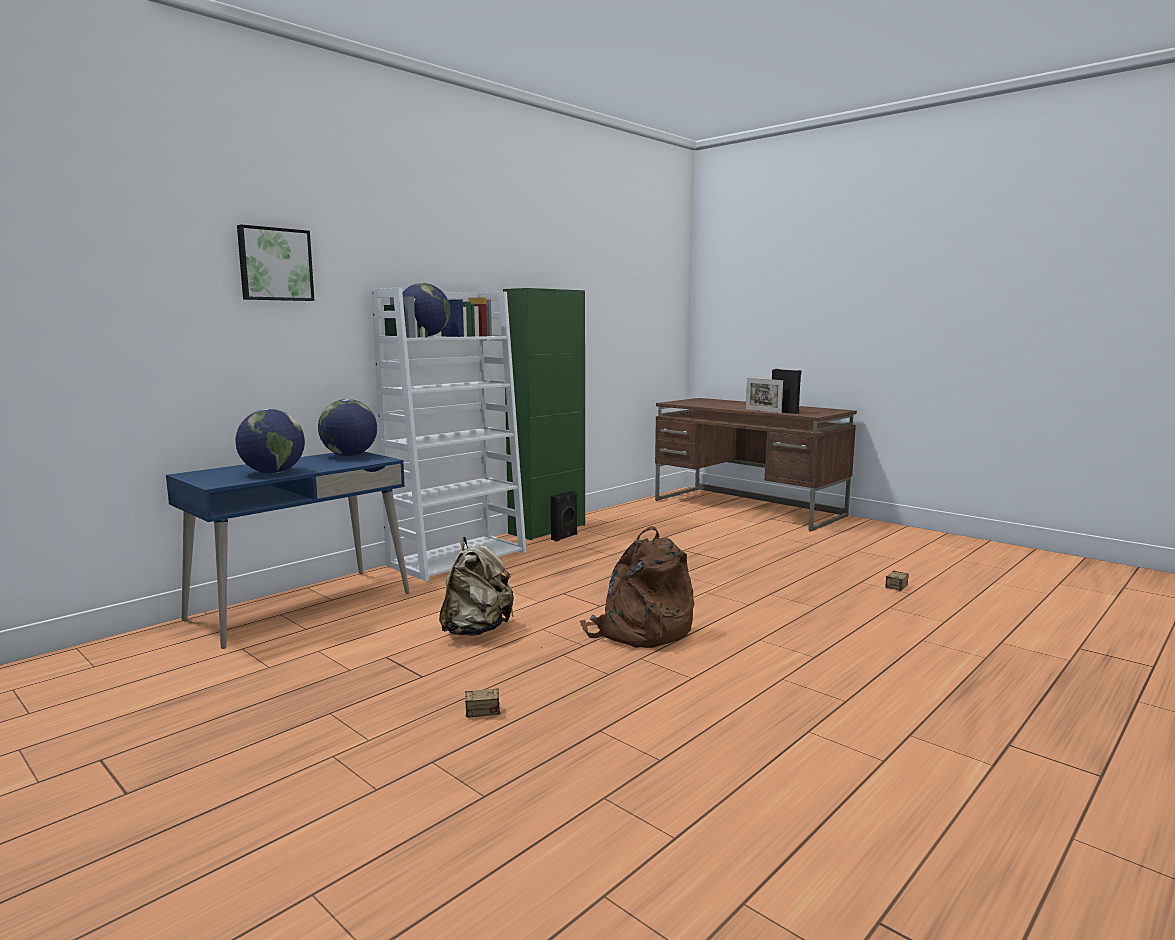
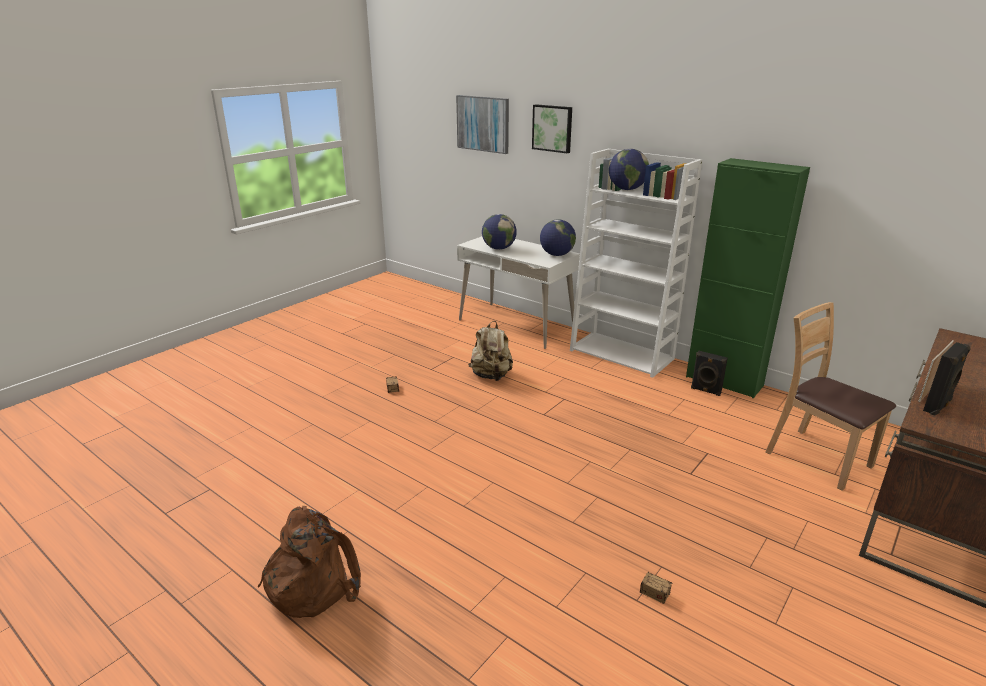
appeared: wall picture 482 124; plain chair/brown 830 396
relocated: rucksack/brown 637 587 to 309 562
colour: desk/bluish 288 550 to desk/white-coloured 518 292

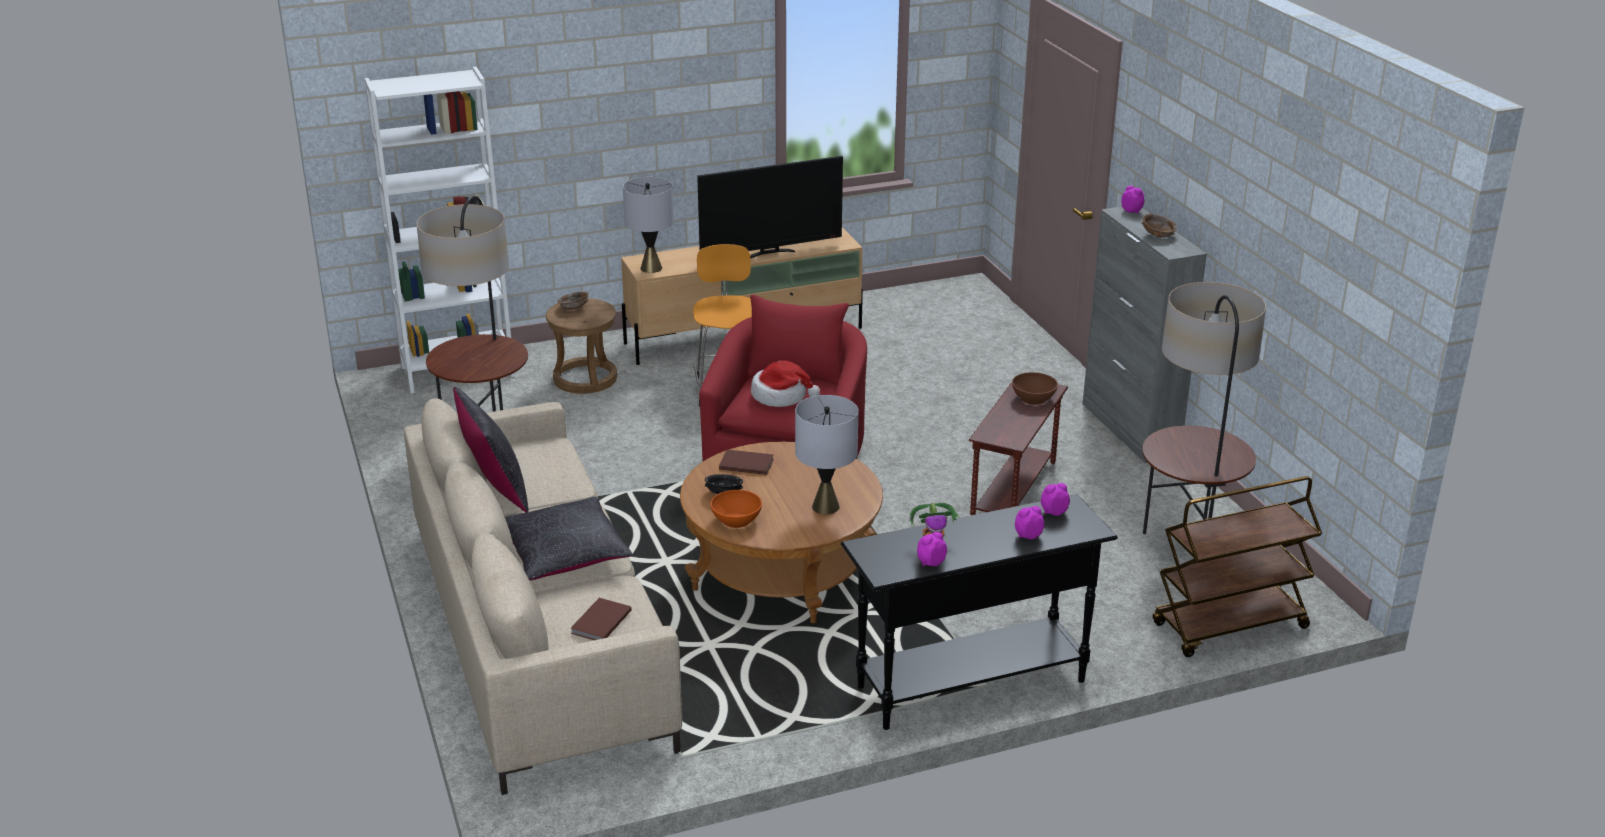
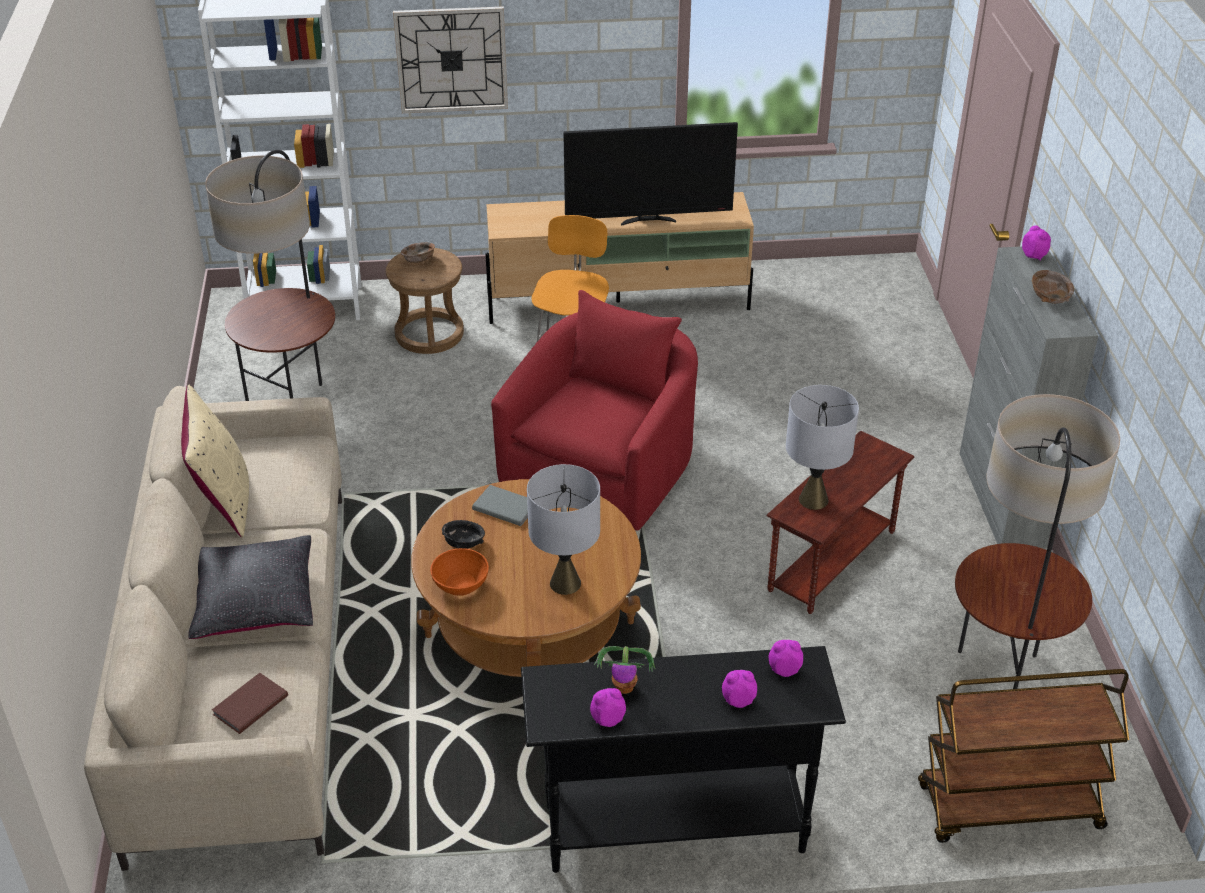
missing: wearable hat 785 383; deep dish/brown 1035 388
appeared: hanging clock 450 59
relocated: lamp for a table/grey 648 225 to 822 447
colour: pillow/black 491 450 to pillow/beige 215 461; bound book/brown 746 462 to bound book/grey 500 505

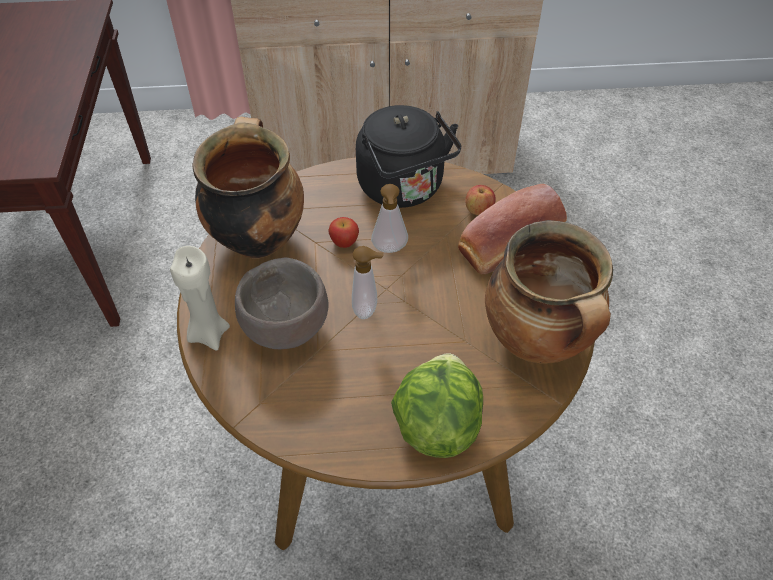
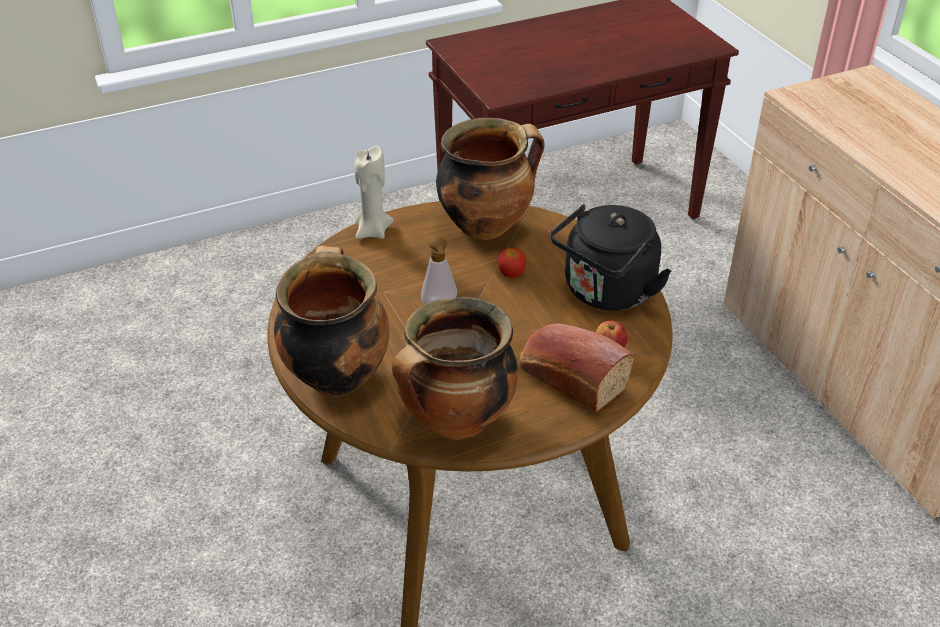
missing: deep dish/brown 281 303; liquid soap bottle 389 218
exchanged: head of lettuce 437 405 to saucepot 331 321

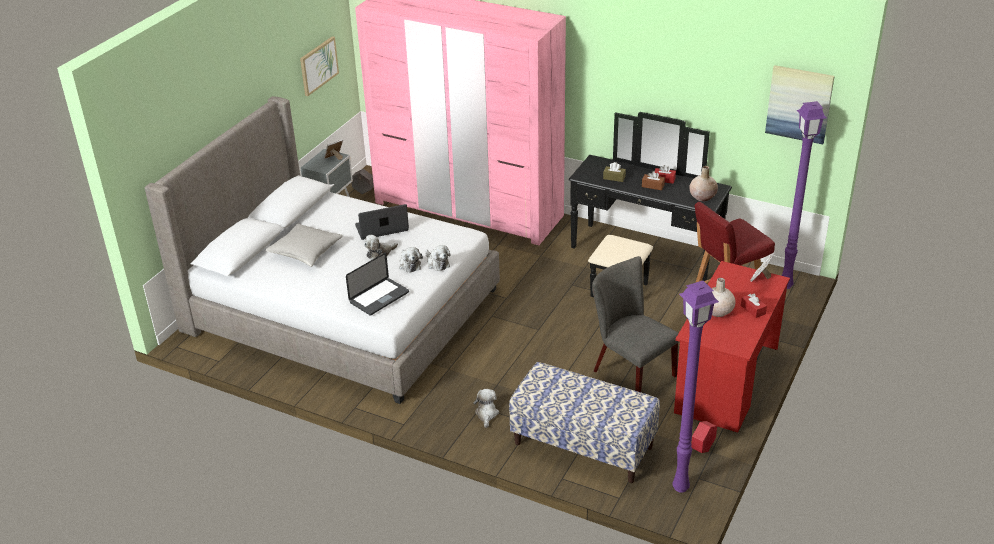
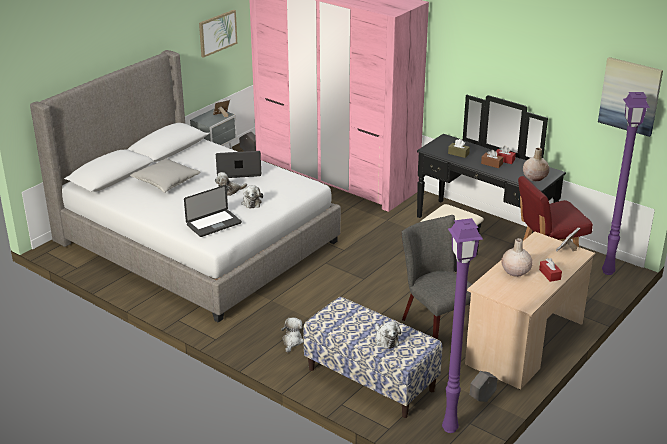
relocated: soft toy 437 258 to 388 335
colour: desk/red-coloured 732 347 to desk/beige 530 310; plant pot/red-coloured 704 437 to plant pot/grey 484 386

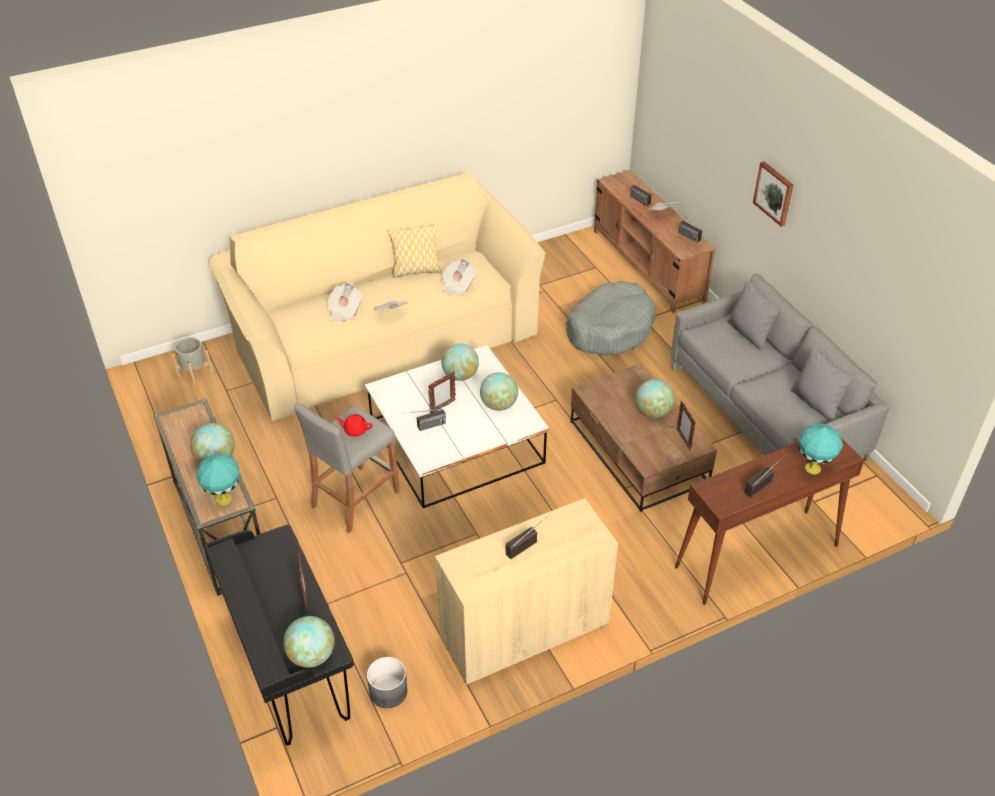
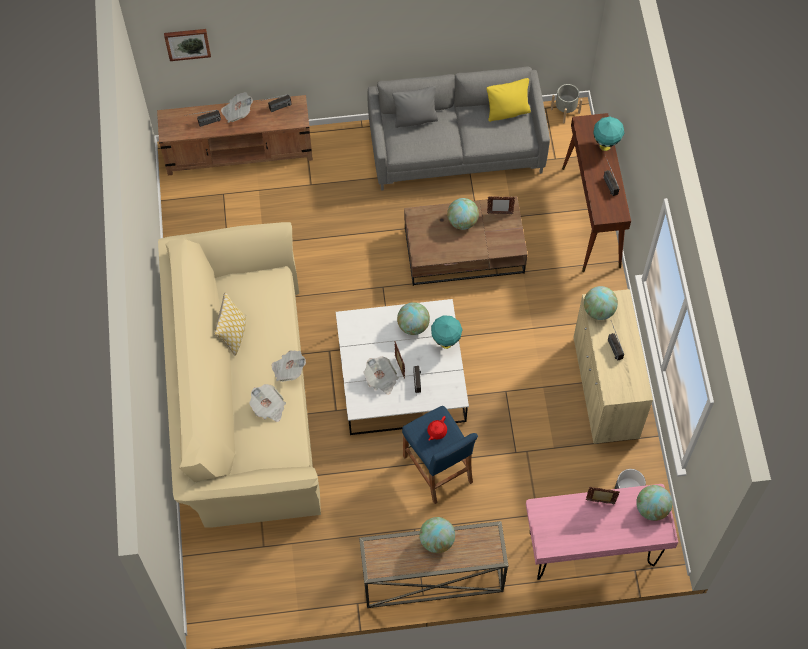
missing: dog cushion/grey 611 318
relocated: plant pot/grey 192 361 to 567 103; lamp for a table/blue-green 218 479 to 446 332; daily paper 459 277 to 381 375; desk globe 460 362 to 601 303; wall picture 773 194 to 187 45
colour: desk/black 279 635 to desk/pink 602 532; stool seat/grey 347 468 to stool seat/bluish 440 455; pillow/grey 823 384 to pillow/yellow 508 100

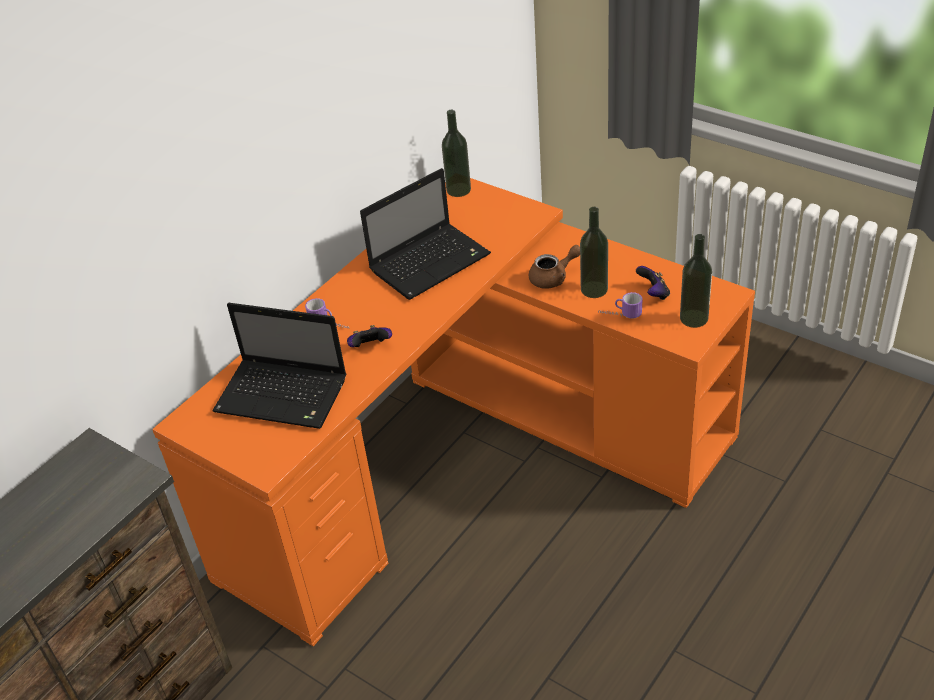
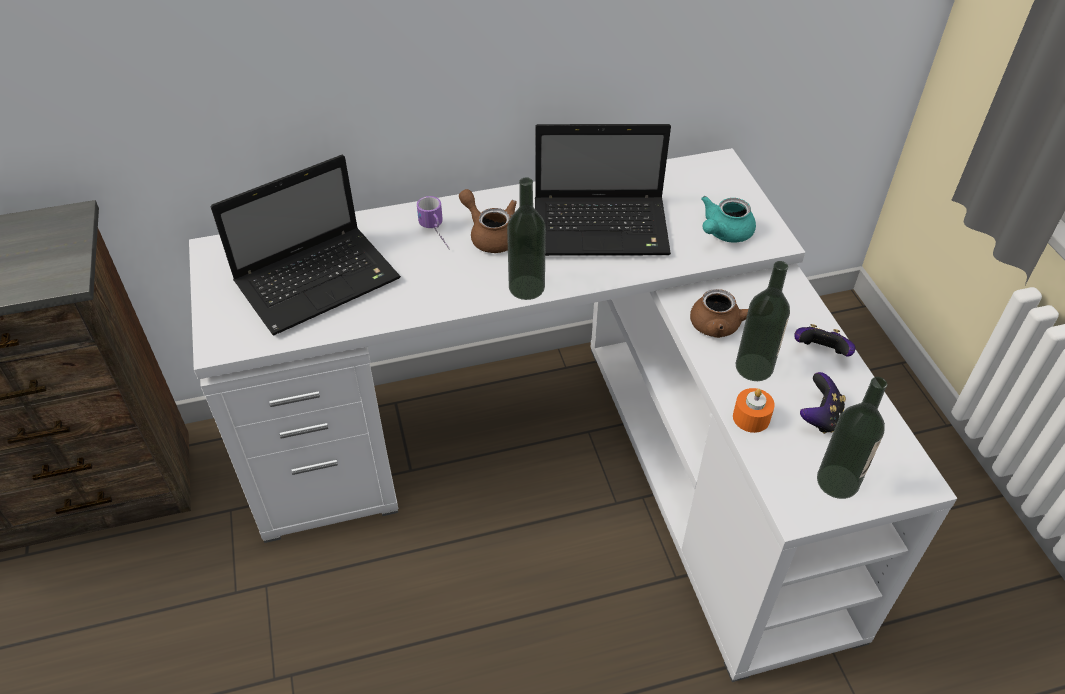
appeared: tea pot/brown 488 221; tea pot/blue-green 728 219
relocated: game controller 369 336 to 825 340; bottle 456 153 to 526 238
exchanged: mug 620 305 to wax candle/orange-coloured 754 410
colour: desk/orange-coloured 453 412 to desk/white-coloured 573 415
spun: notebook computer 279 366 = 305 245 90 degrees counterclockwise

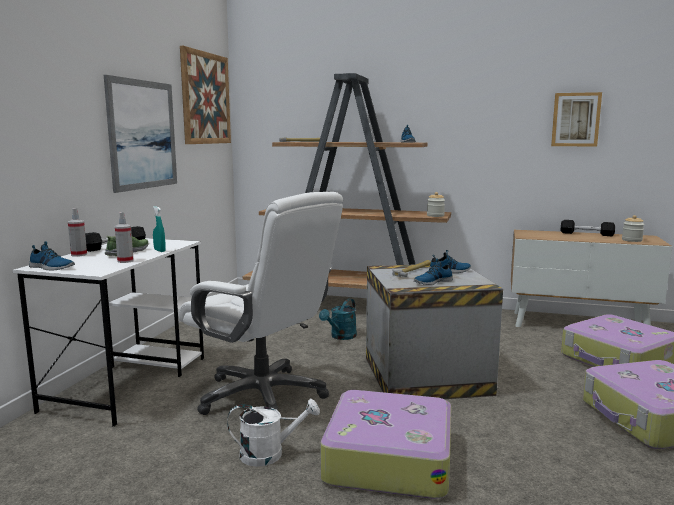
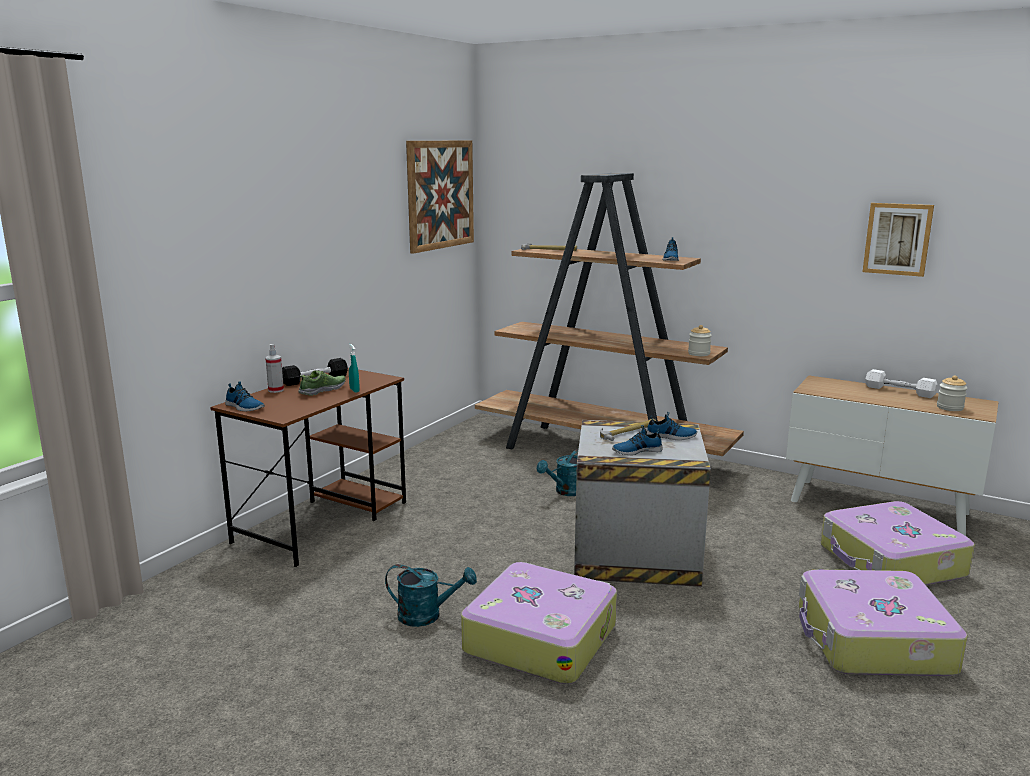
missing: wall picture 140 134; spray bottle 124 237; desk chair/white-coloured 260 303
colour: desk/white-coloured 108 332 to desk/brown 308 467; watering pot/white-coloured 273 433 to watering pot/blue-green 431 595; dumbbell/black 588 228 to dumbbell/white-coloured 901 383

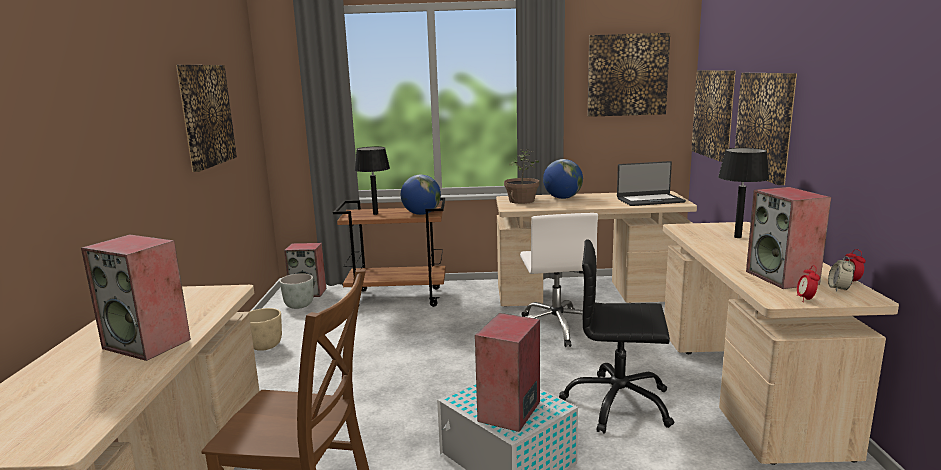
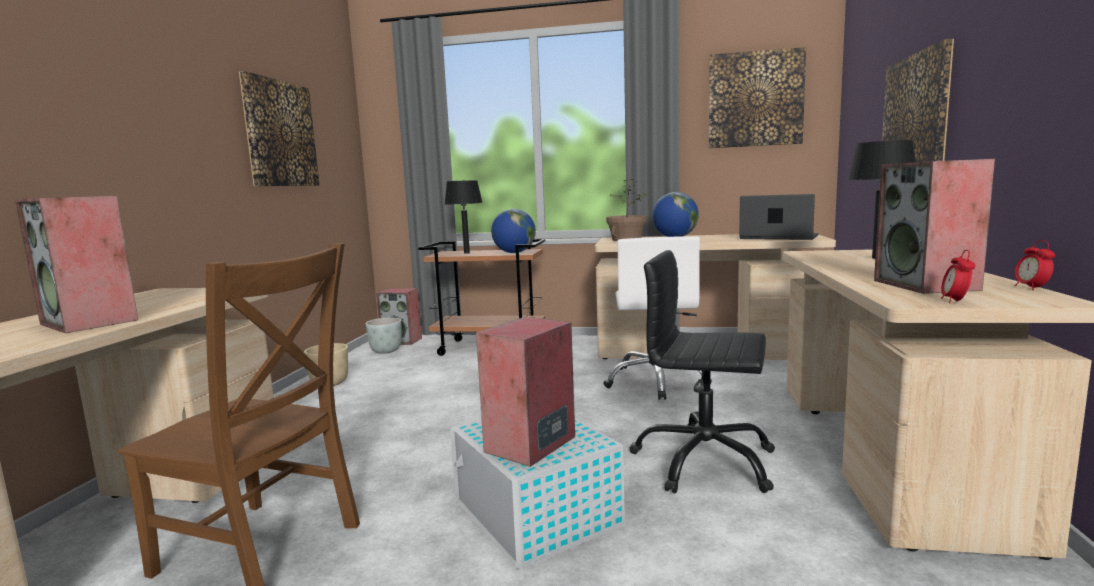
missing: wall picture 713 116; table clock 841 274
spun: notebook computer 651 183 = 778 217 150 degrees counterclockwise

